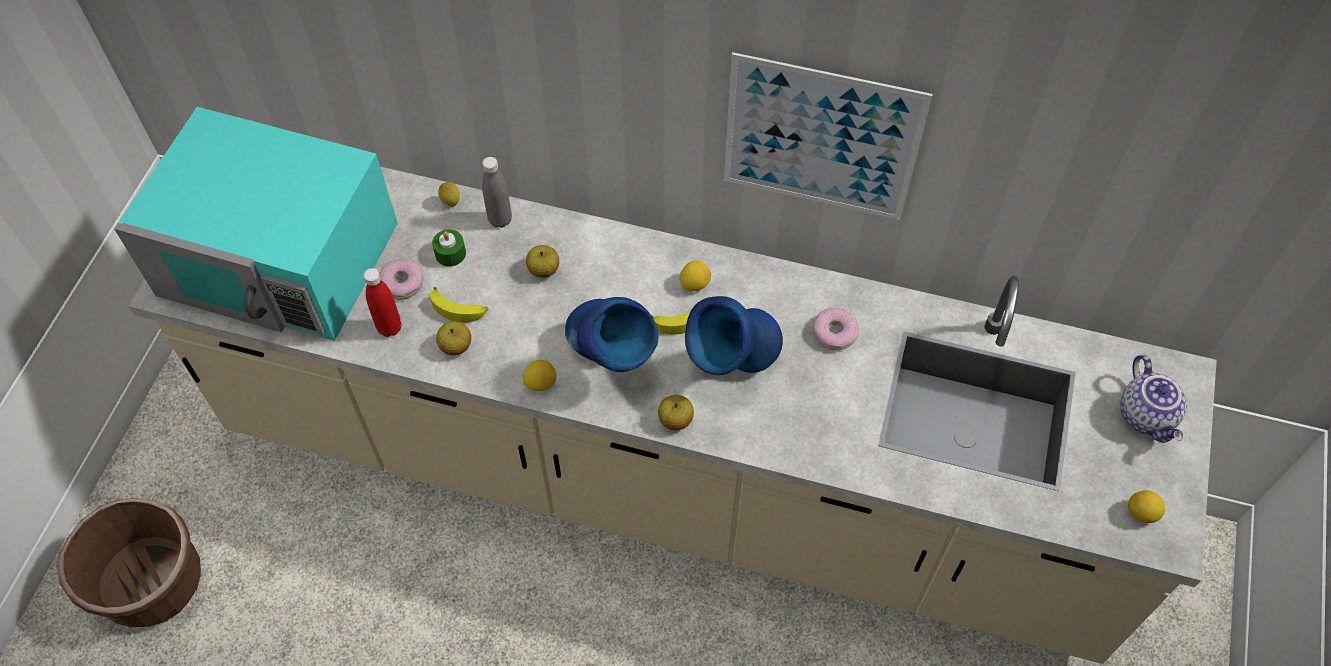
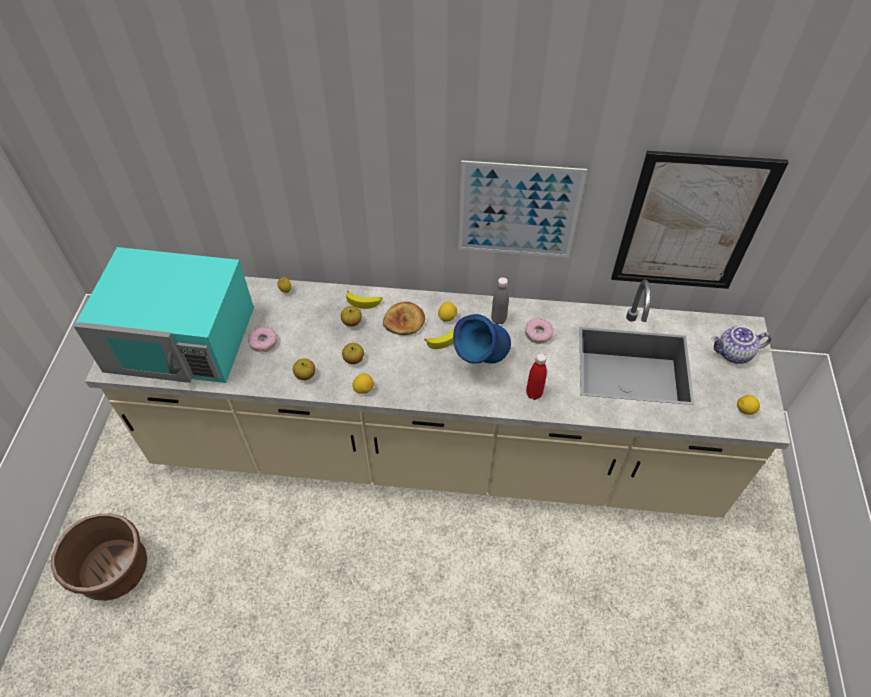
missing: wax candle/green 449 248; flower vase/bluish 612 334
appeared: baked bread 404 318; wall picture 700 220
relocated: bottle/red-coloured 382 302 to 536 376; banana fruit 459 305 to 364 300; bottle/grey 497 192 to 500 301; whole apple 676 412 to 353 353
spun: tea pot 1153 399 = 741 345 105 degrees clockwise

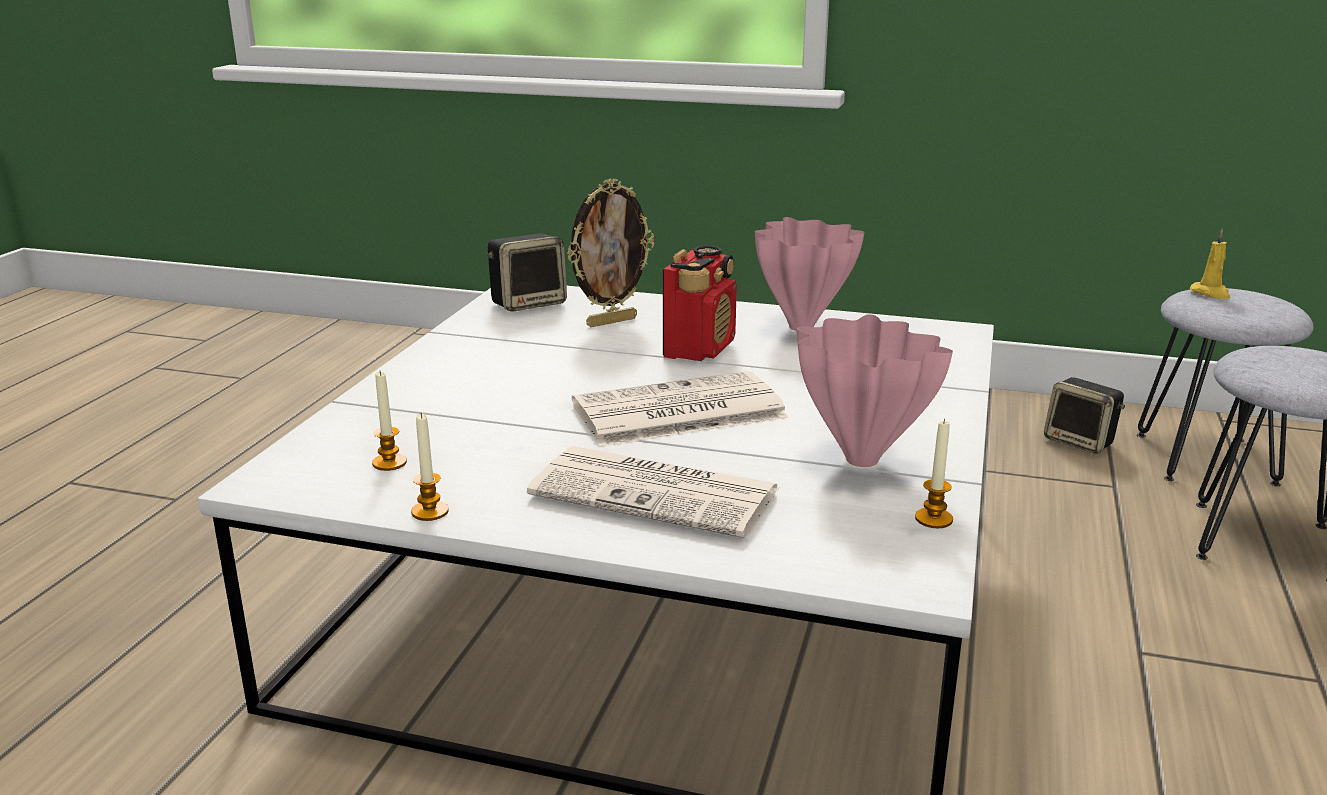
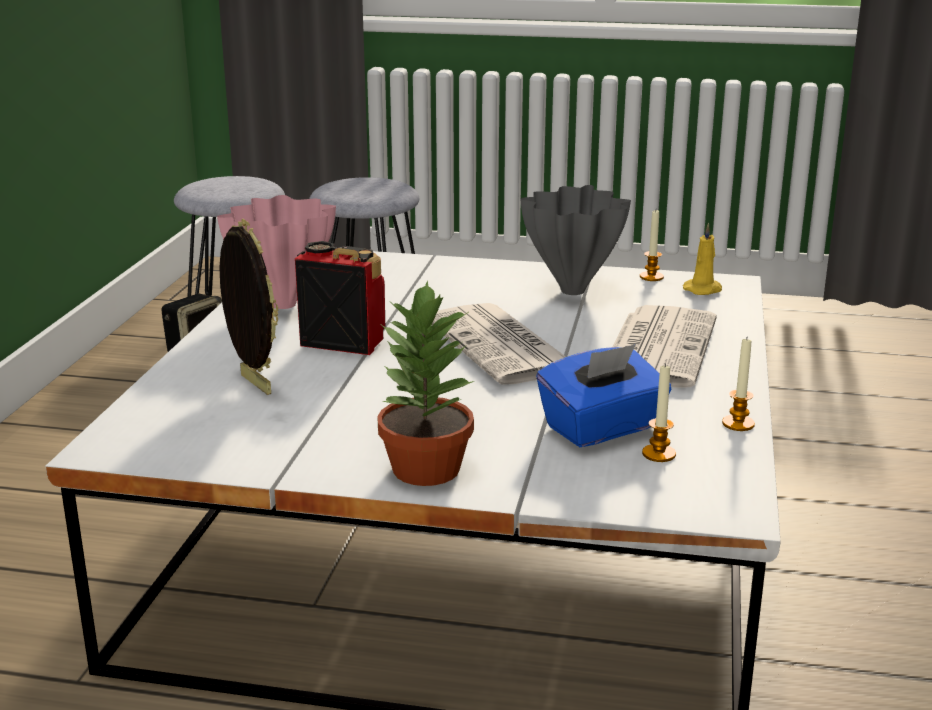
missing: loudspeaker 527 272
appeared: plant in a pot 425 383; tissue holder/bluish 604 395
relocated: wax candle/yellow 1210 264 to 702 259
colour: flower vase/pink 874 390 to flower vase/grey 575 240

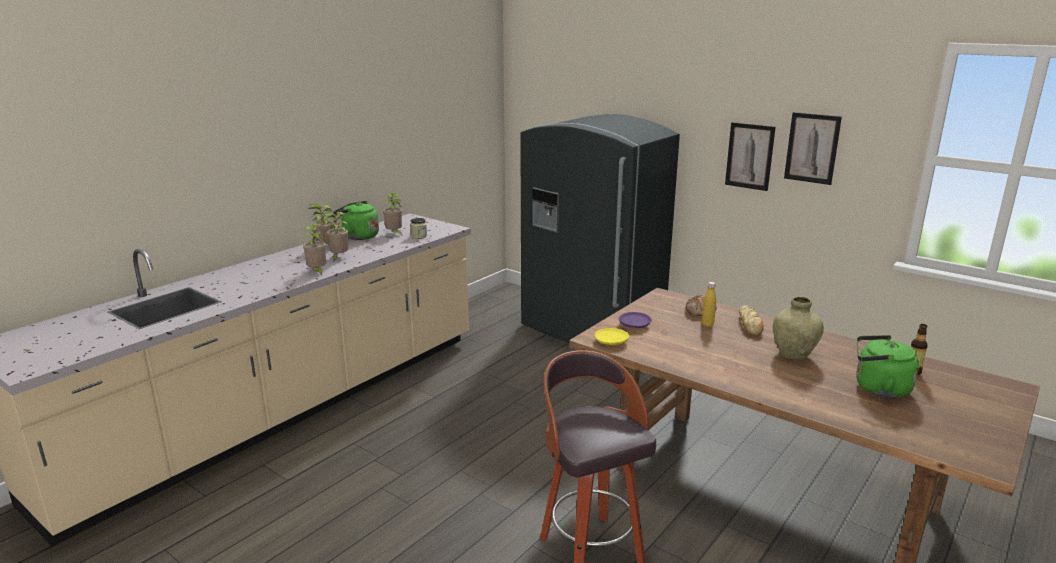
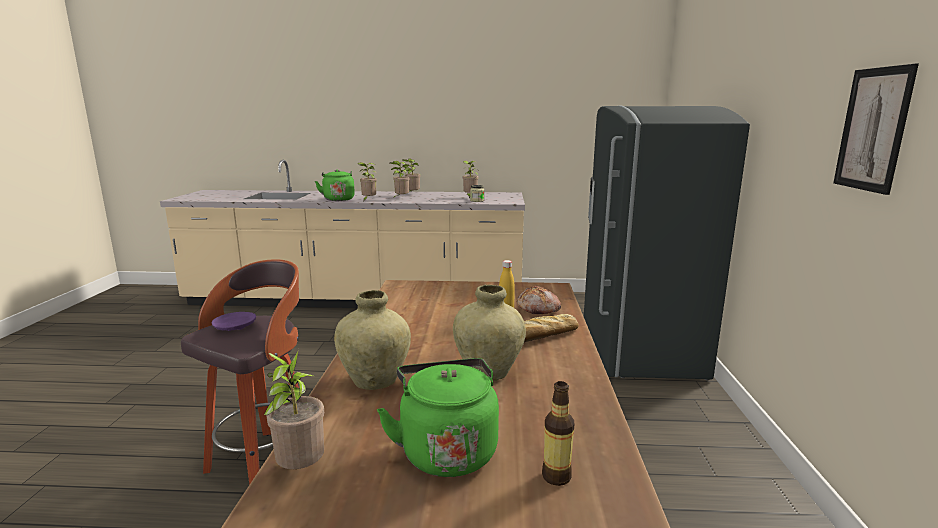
missing: flat dish/yellow 612 336; wall picture 750 156
appeared: plant in a pot 294 409; flower vase/beige 372 340
relocated: tea kettle/green 356 220 to 335 185; flat dish/purple-coloured 635 320 to 234 321

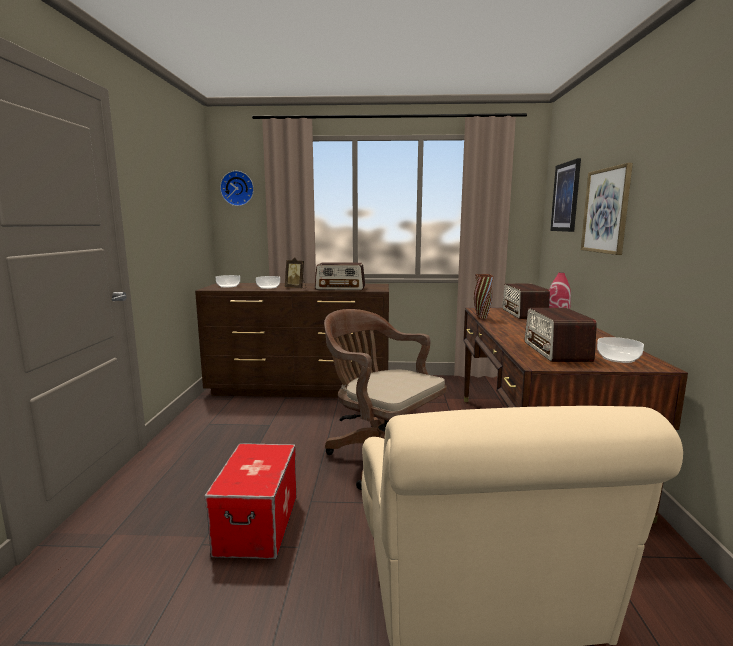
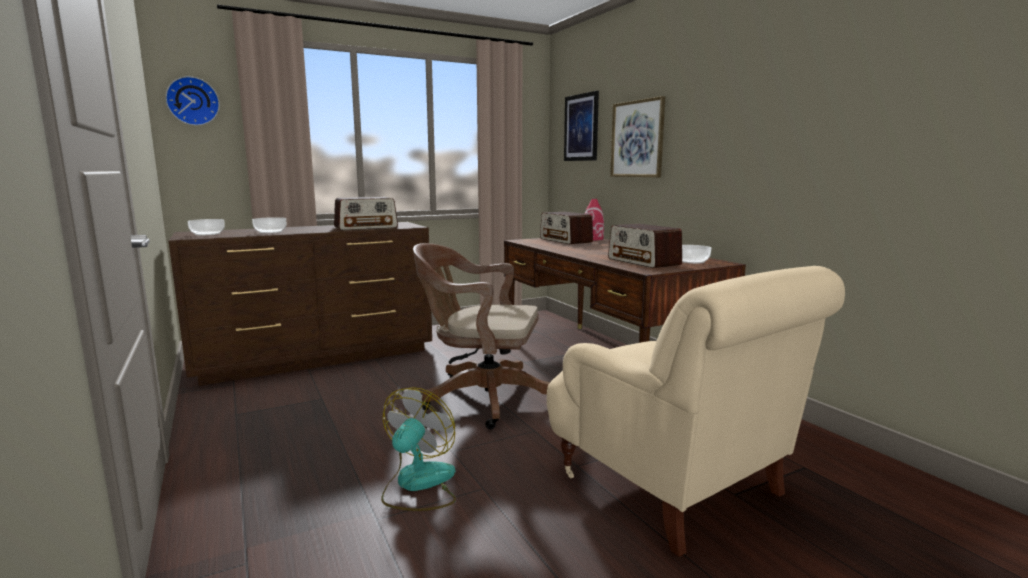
missing: picture frame 295 272; flower vase/brown 484 296
exchanged: storage bin 250 501 to cooling fan 418 449

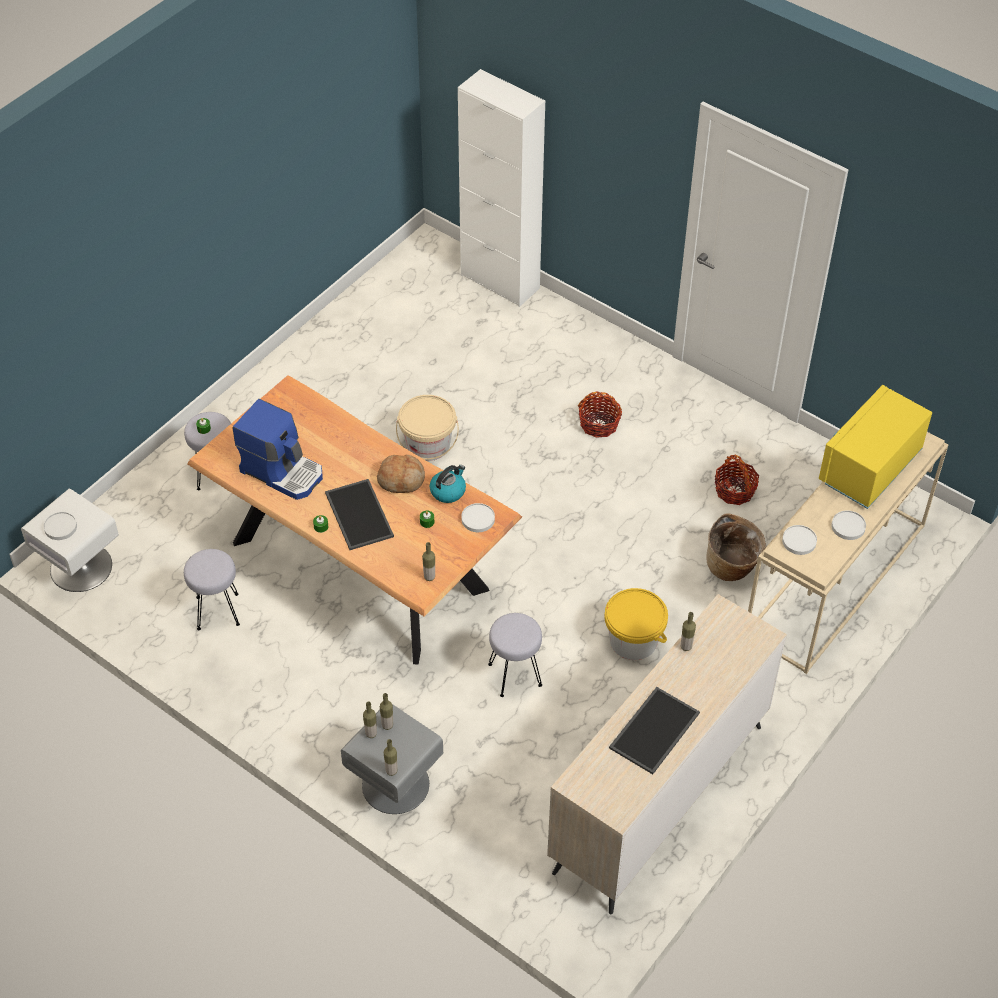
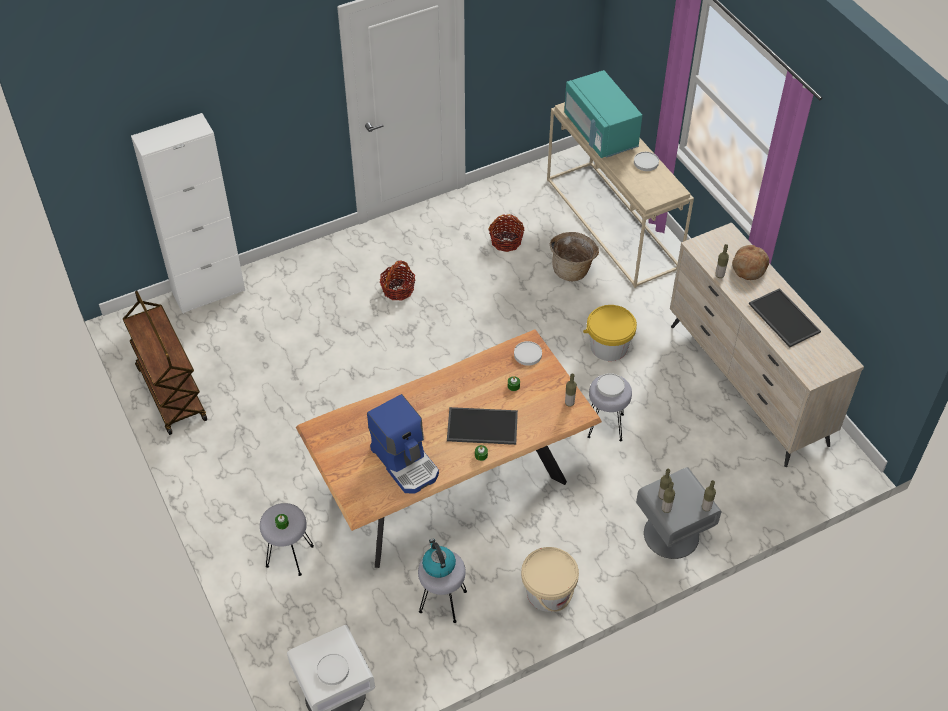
appeared: wheeled cart/brown 165 363
relocated: baked bread 401 474 to 750 262; water bucket/beige 427 428 to 550 579; tea kettle 448 484 to 439 558; flat dish/white-coloured 799 540 to 611 385
colour: microwave oven/yellow 875 447 to microwave oven/blue-green 603 114
spun: coffee maker 277 449 = 403 444 90 degrees clockwise

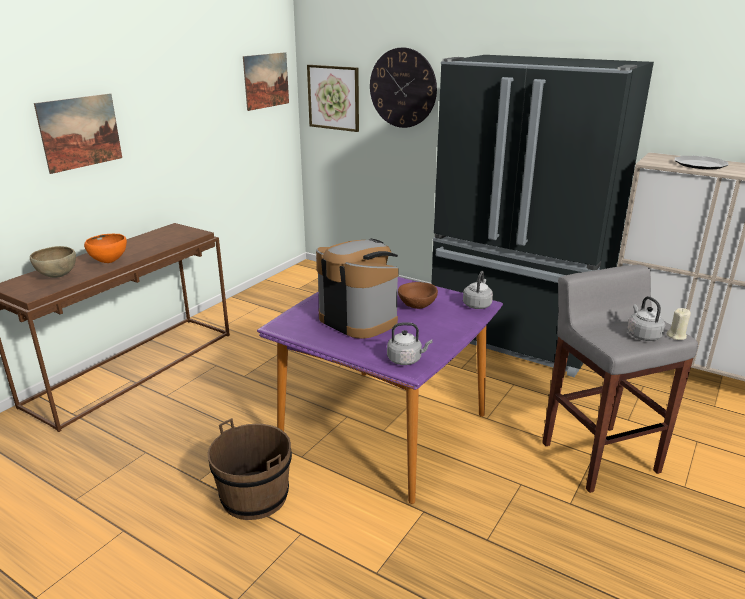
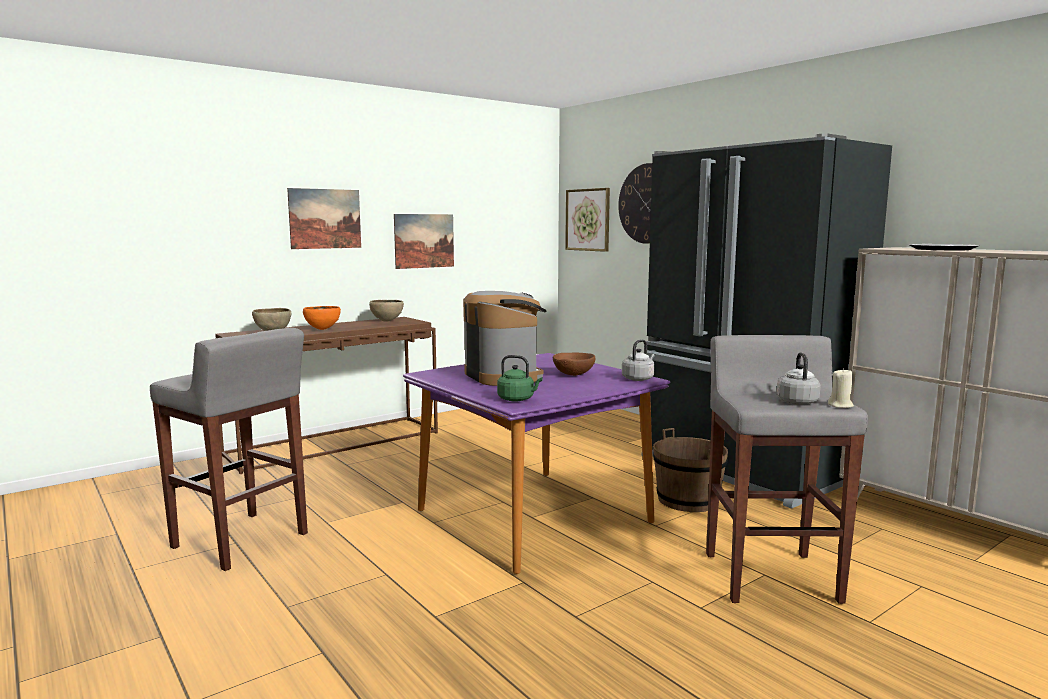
appeared: stool seat/grey 229 449; deep dish/brown 386 311
relocated: water bucket/brown 249 469 to 690 470; wall picture 266 81 to 424 241
colour: tea kettle/grey 409 343 to tea kettle/green 520 378

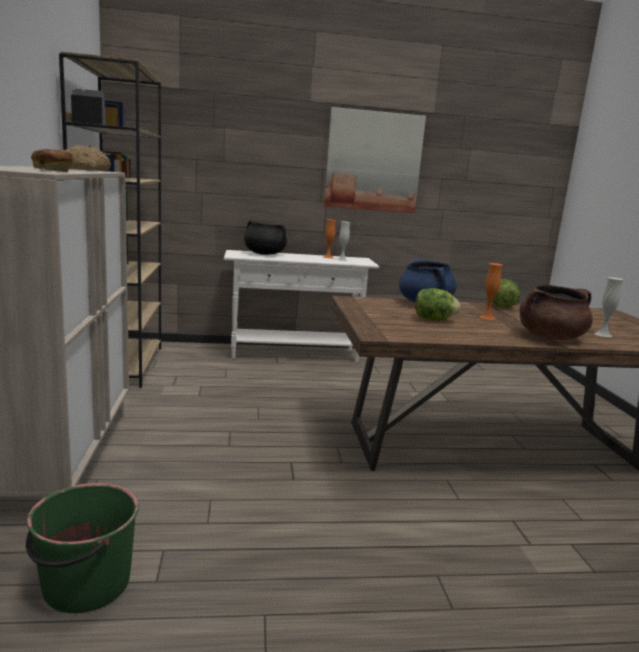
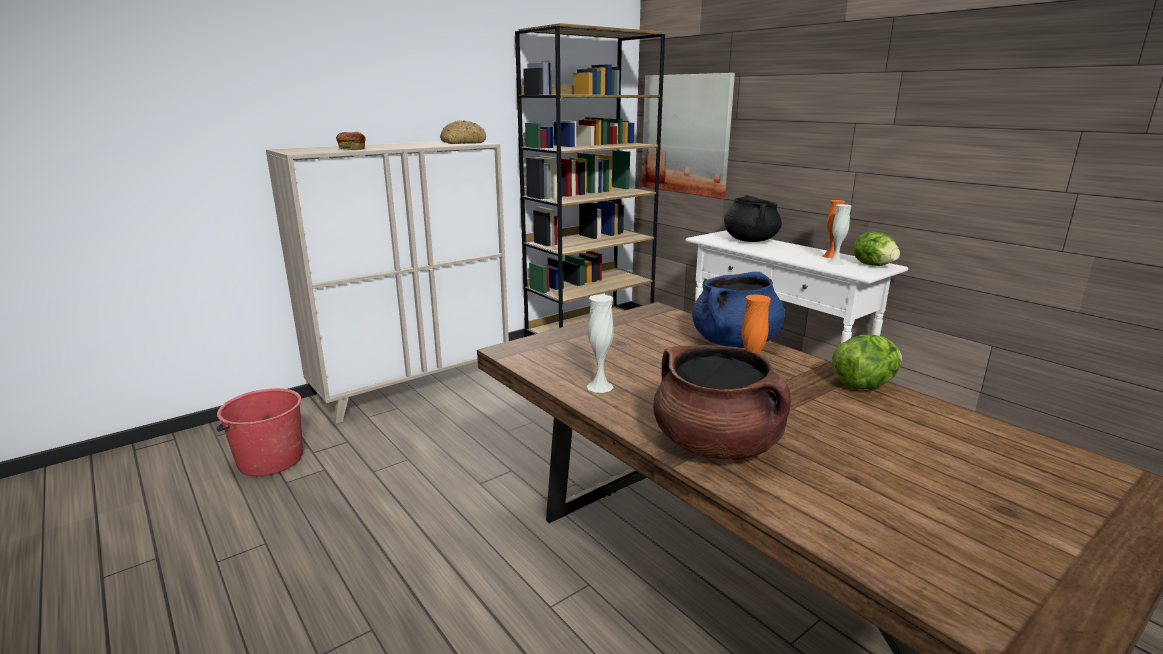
relocated: wall picture 375 160 to 688 136; head of lettuce 437 304 to 876 249; flower vase/white-coloured 608 307 to 600 343
colour: water bucket/green 82 548 to water bucket/red-coloured 259 432

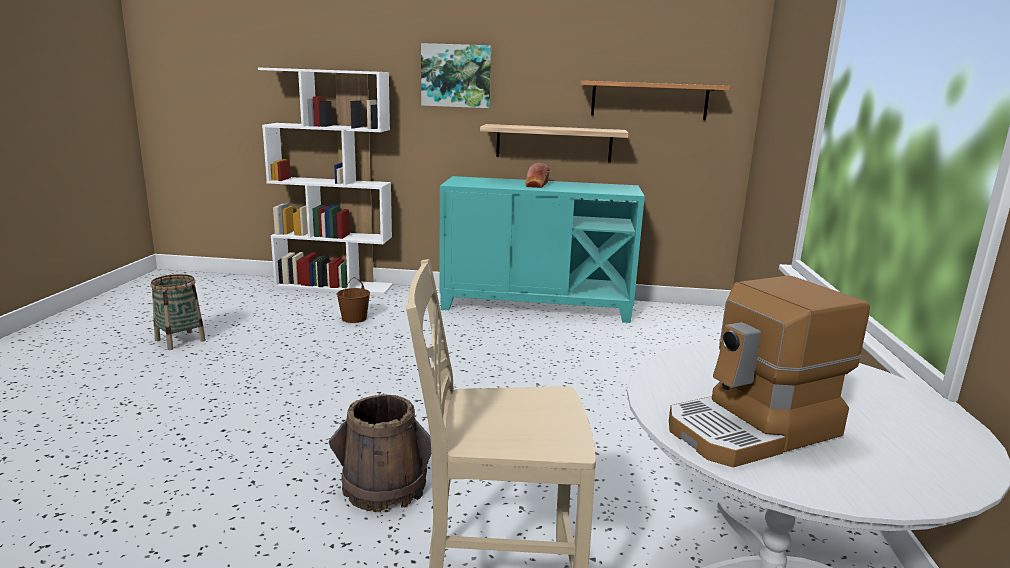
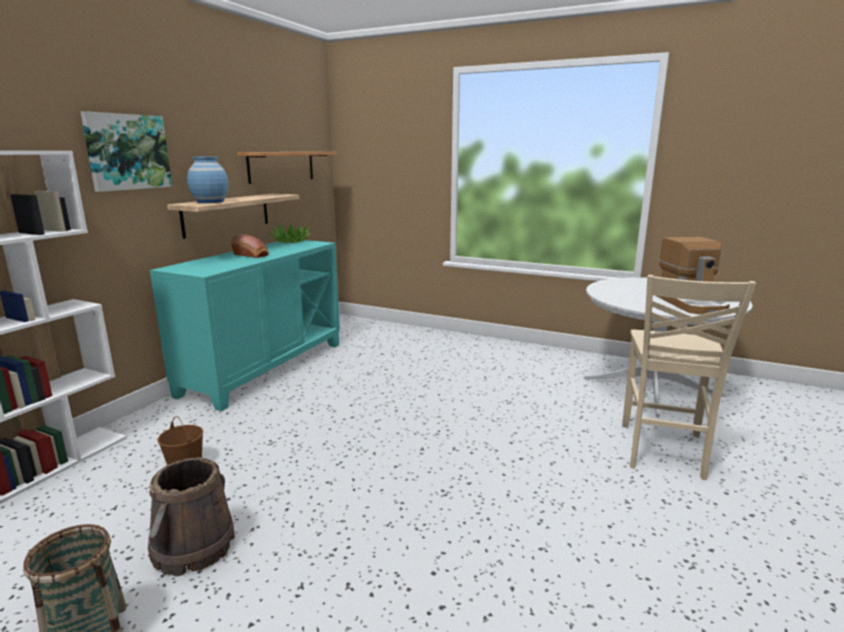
appeared: flower vase/bluish 207 180; plant in a pot 290 233
relocated: water bucket/brown 380 453 to 191 516

